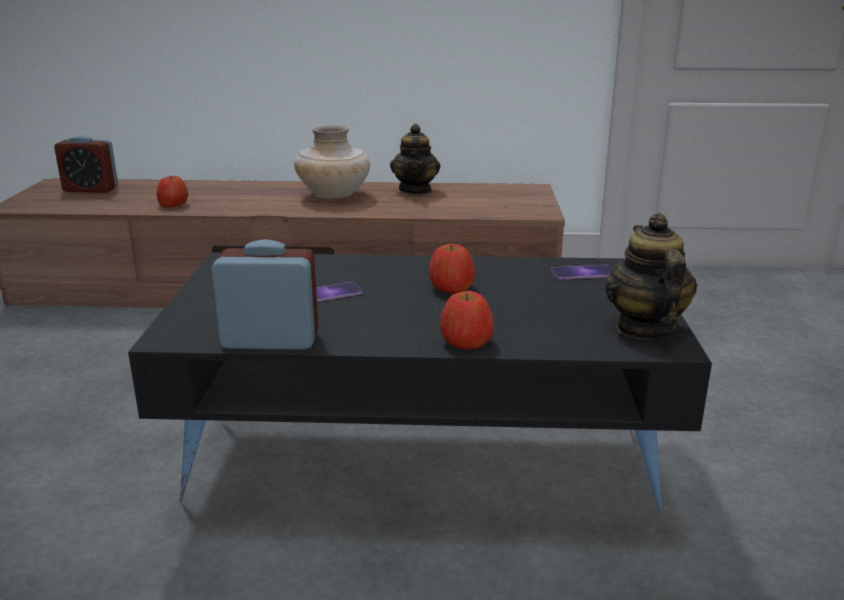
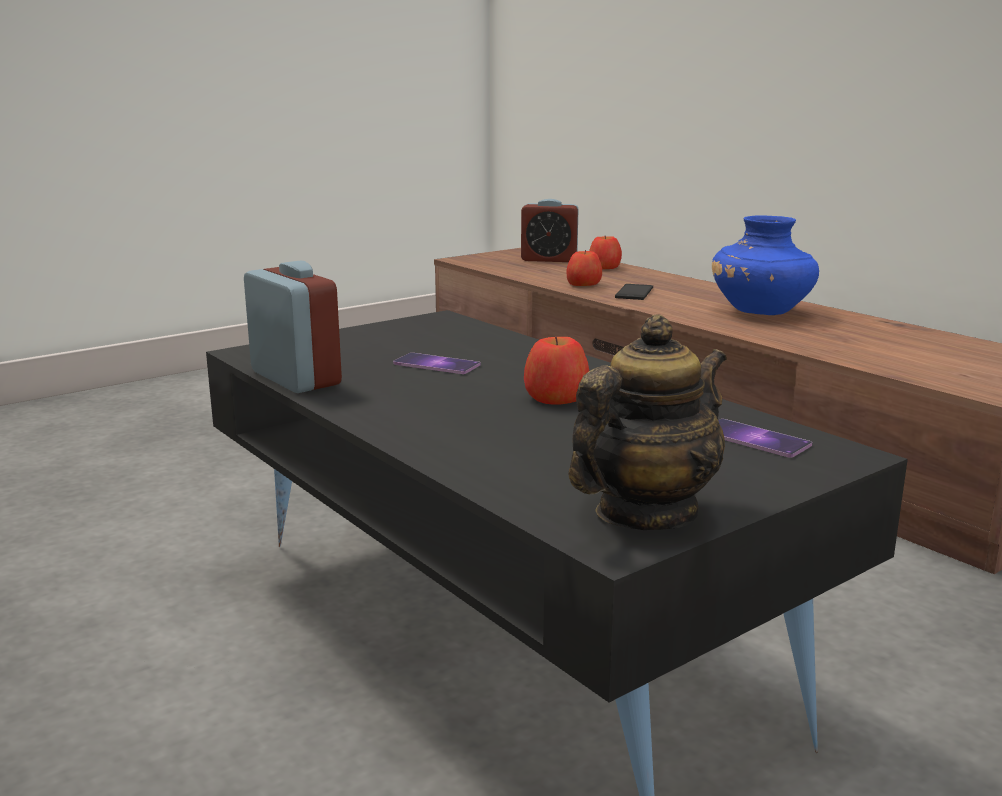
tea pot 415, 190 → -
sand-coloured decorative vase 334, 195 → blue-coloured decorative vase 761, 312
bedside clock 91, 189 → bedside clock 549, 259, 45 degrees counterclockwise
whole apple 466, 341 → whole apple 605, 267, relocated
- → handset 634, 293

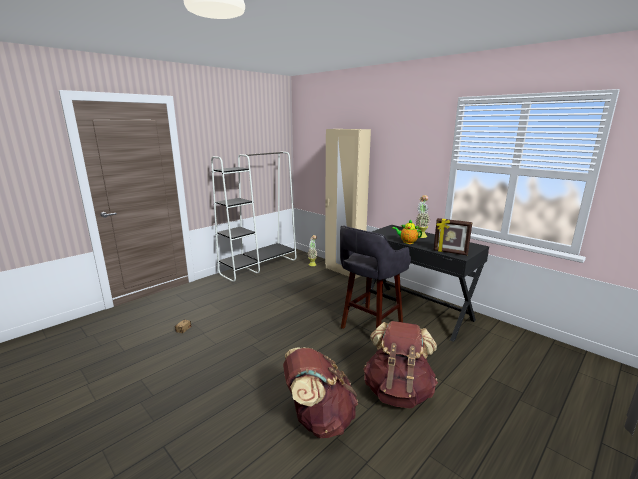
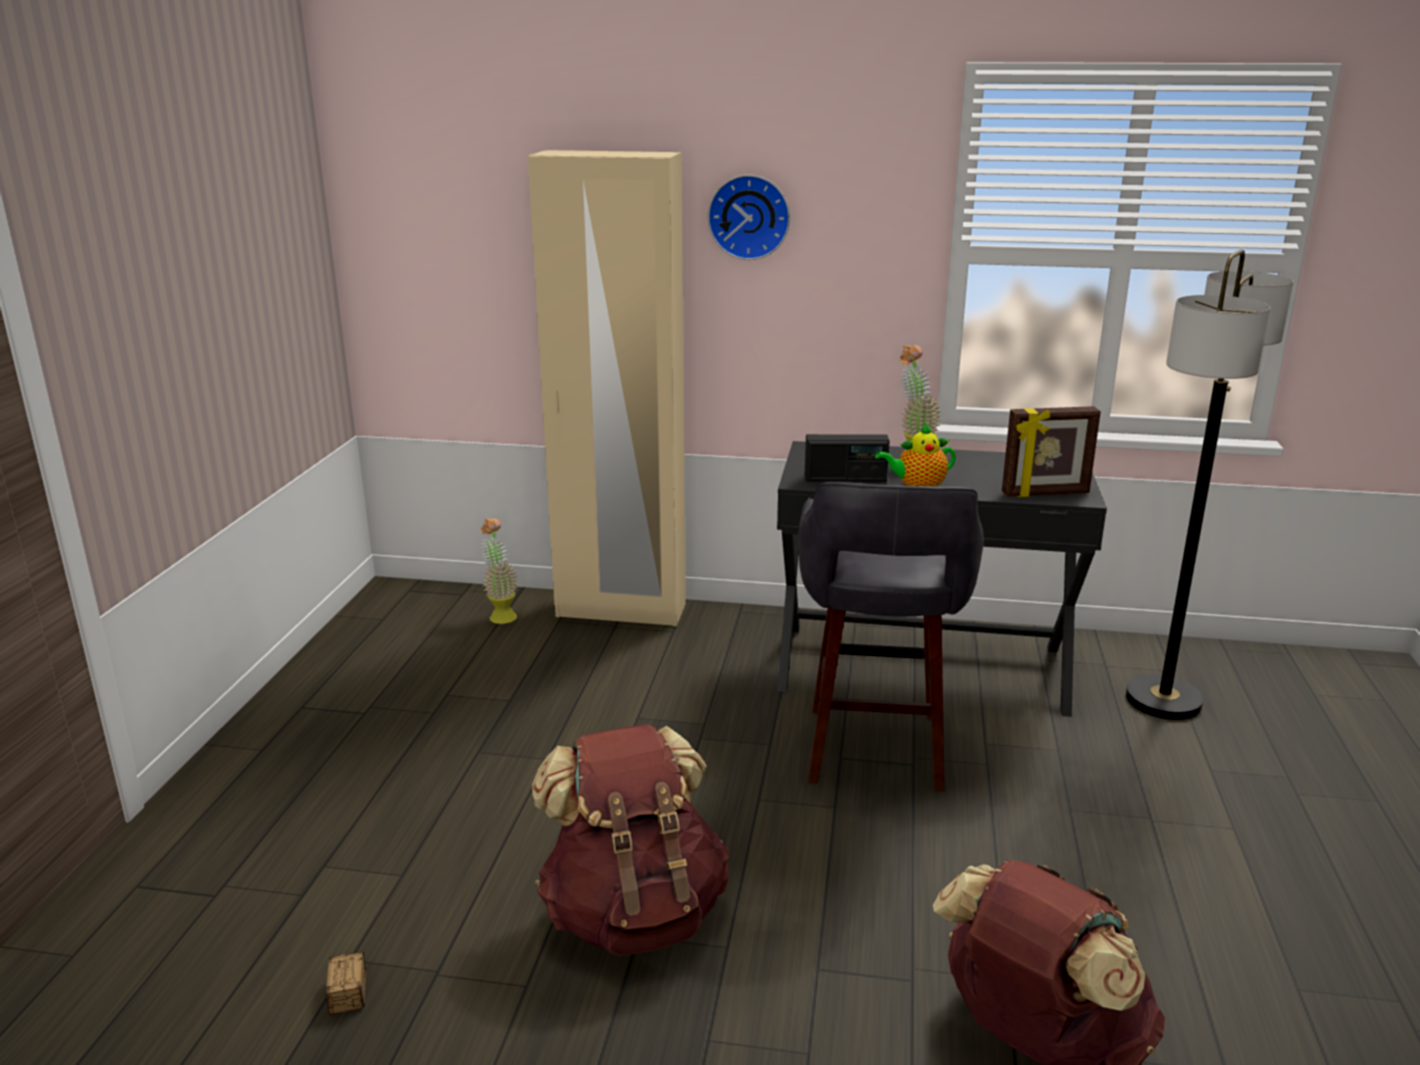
blackish garment stand 259, 267 → -
brown backpack 398, 392 → brown backpack 634, 913, relocated
- → hanging clock 749, 216
- → floor lamp 1163, 700
- → radio receiver 845, 479

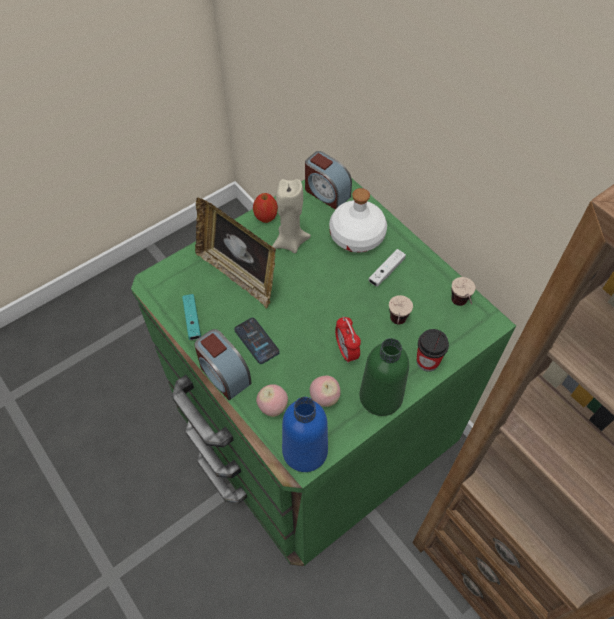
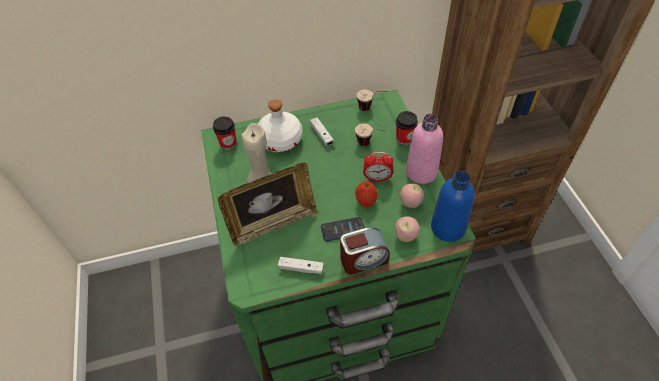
bedside clock 326, 193 → small cup 228, 144
whole apple 266, 217 → whole apple 366, 201, relocated
blue-green joypad 192, 320 → white joypad 301, 268
green-coloured bottle 380, 397 → pinkish bottle 421, 172

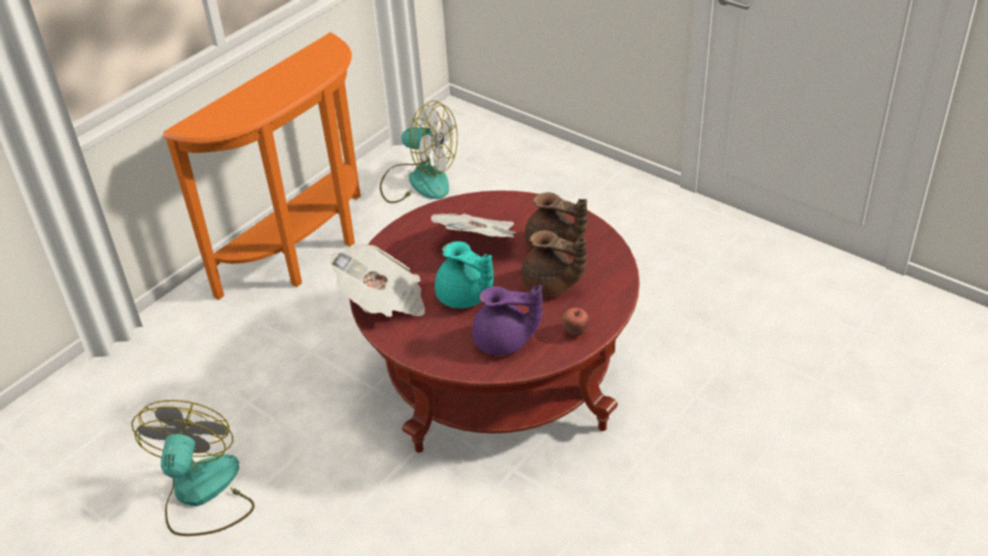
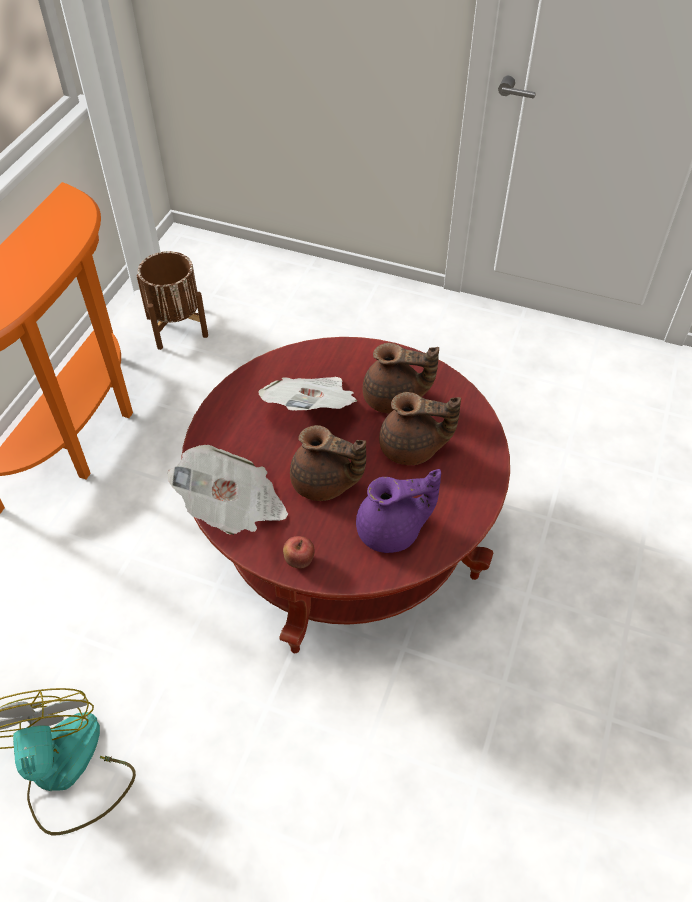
electric fan 418, 181 → brown flower pot 176, 326
blue-green tea pot 464, 298 → brown tea pot 324, 483
whole apple 575, 332 → whole apple 299, 561, relocated

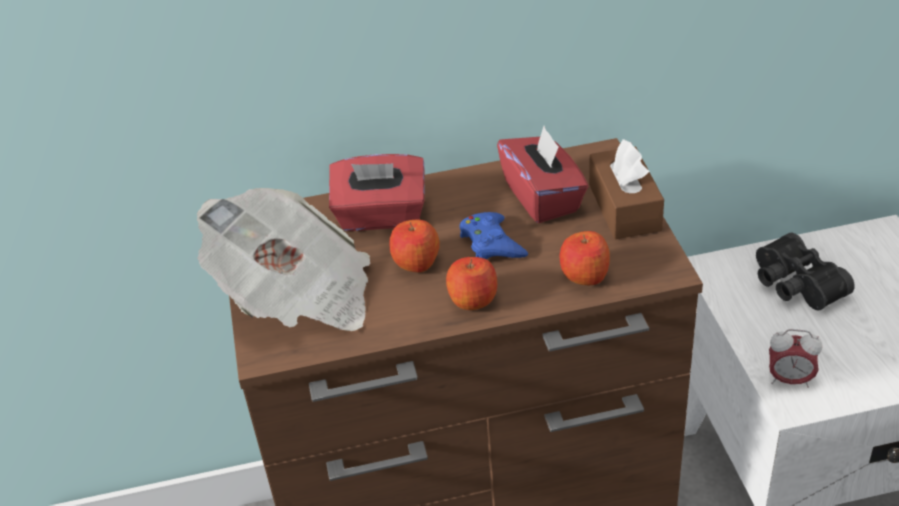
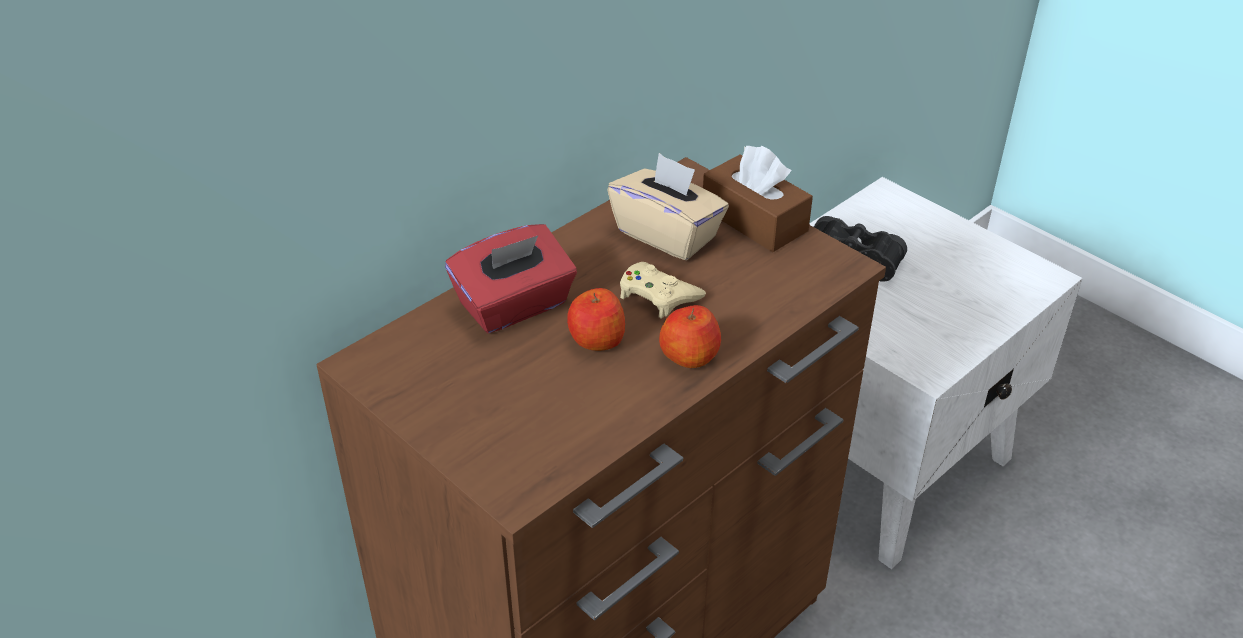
red tissue holder 543, 197 → sand-coloured tissue holder 667, 234
daily paper 296, 295 → -
blue-coloured joypad 491, 244 → sand-coloured joypad 658, 295
whole apple 584, 274 → -
bedside clock 789, 380 → -

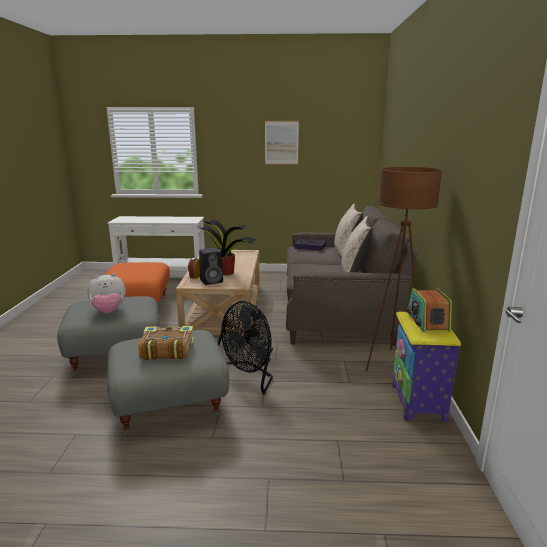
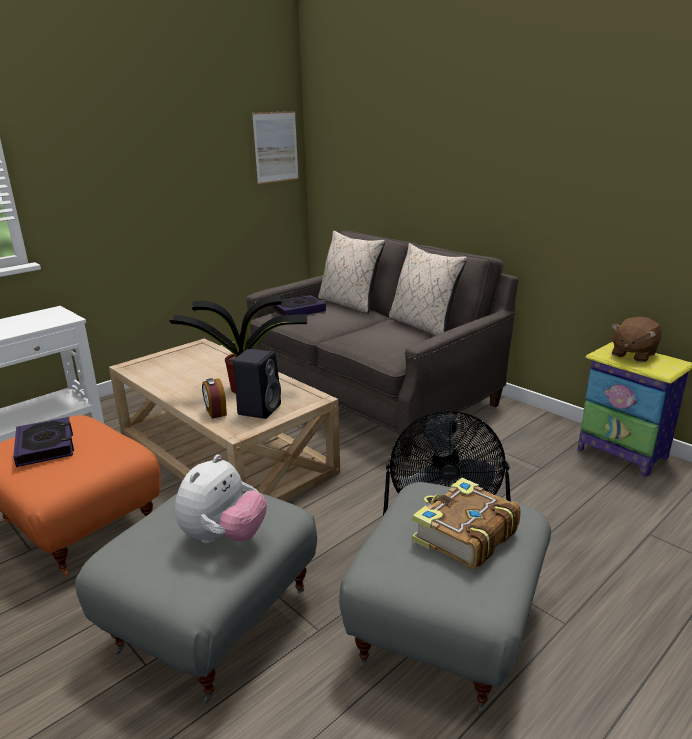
wall picture 281, 142 → wall picture 276, 147, relocated
brown floor lamp 392, 364 → -
radio receiver 427, 322 → brown soft toy 633, 354
- → book 45, 446

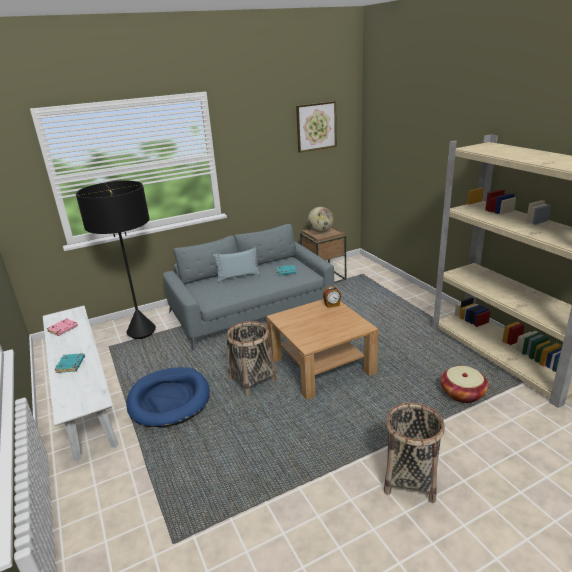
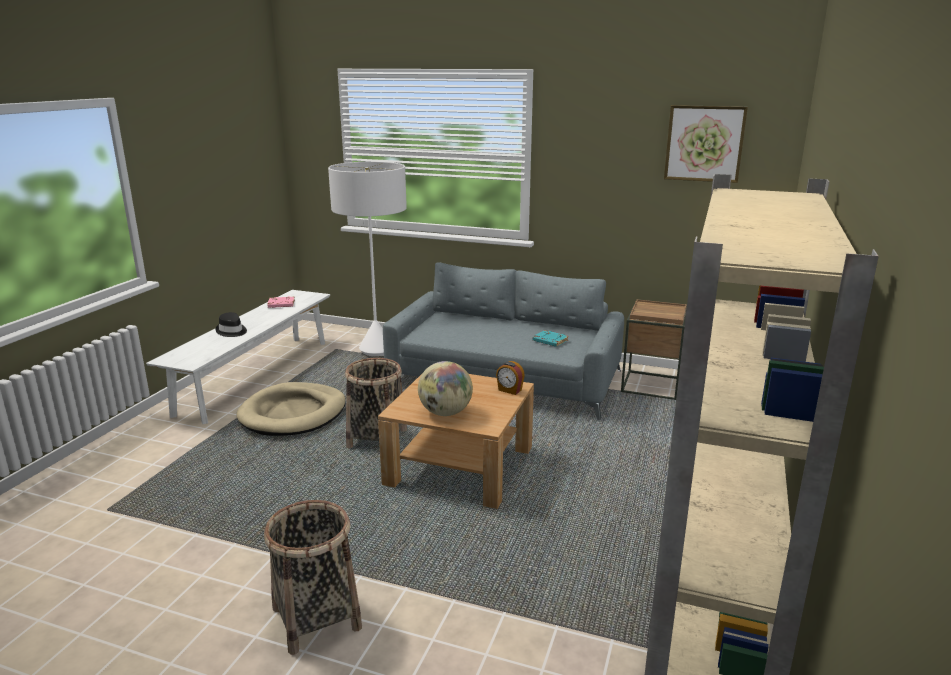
blackish floor lamp 142, 333 → white floor lamp 377, 351
globe 320, 231 → globe 445, 413, relocated
blue-coloured pillow 238, 277 → -
blue-green book 71, 365 → blackish clothing hat 231, 331
household basket 462, 393 → -
blue-coloured dog bed 169, 399 → sand-coloured dog bed 293, 413

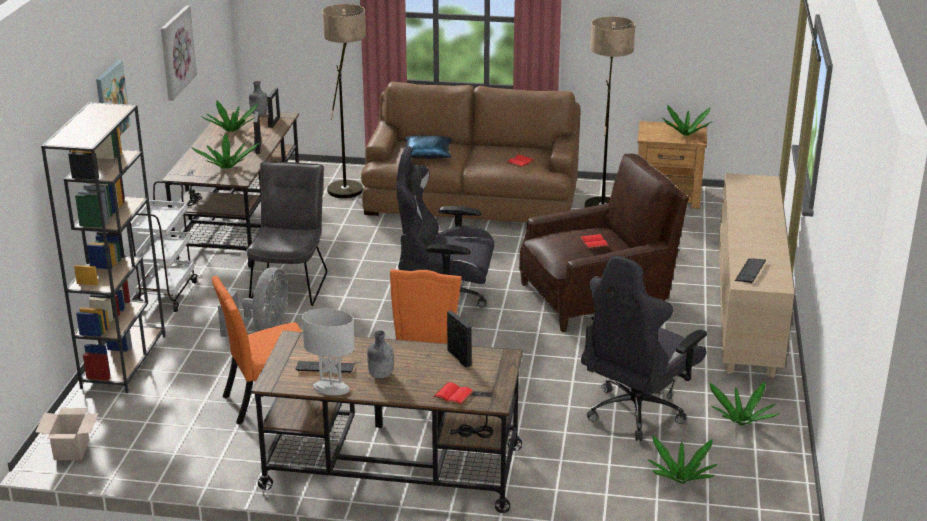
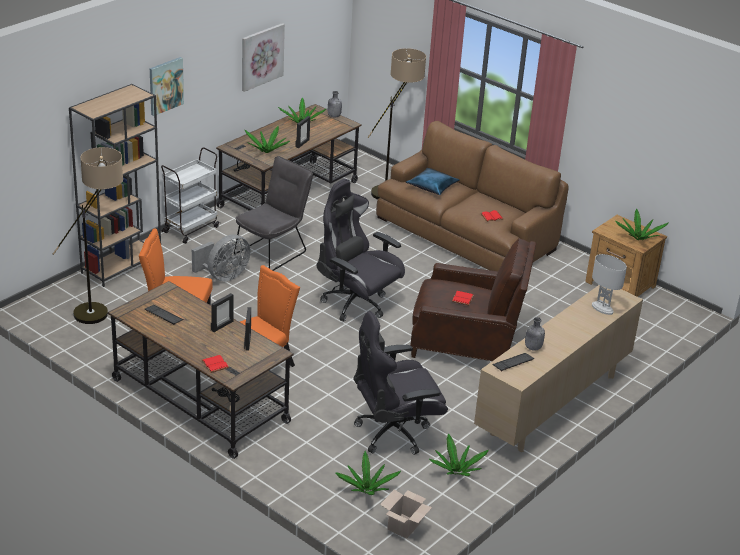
floor lamp 603, 201 → floor lamp 101, 308, relocated
photo frame 274, 122 → photo frame 222, 325, relocated
white table lamp 331, 389 → white table lamp 602, 308, relocated
grey bottle 380, 375 → grey bottle 532, 348, relocated
packing box 72, 450 → packing box 404, 527, relocated

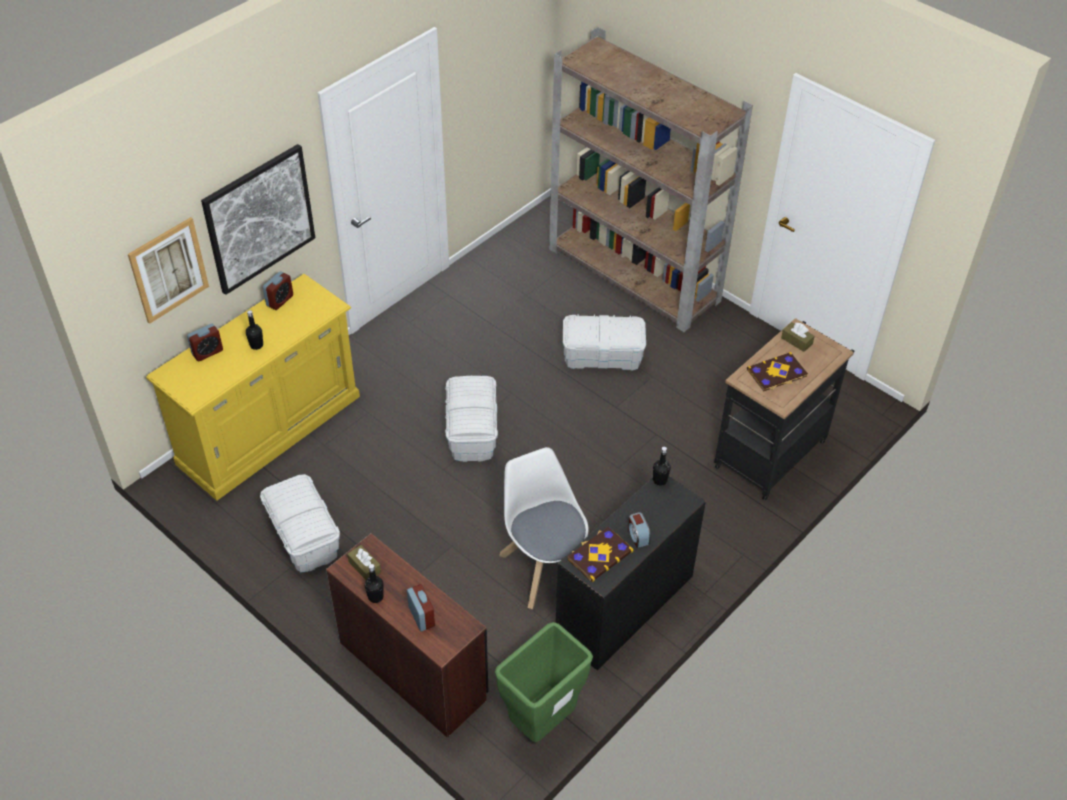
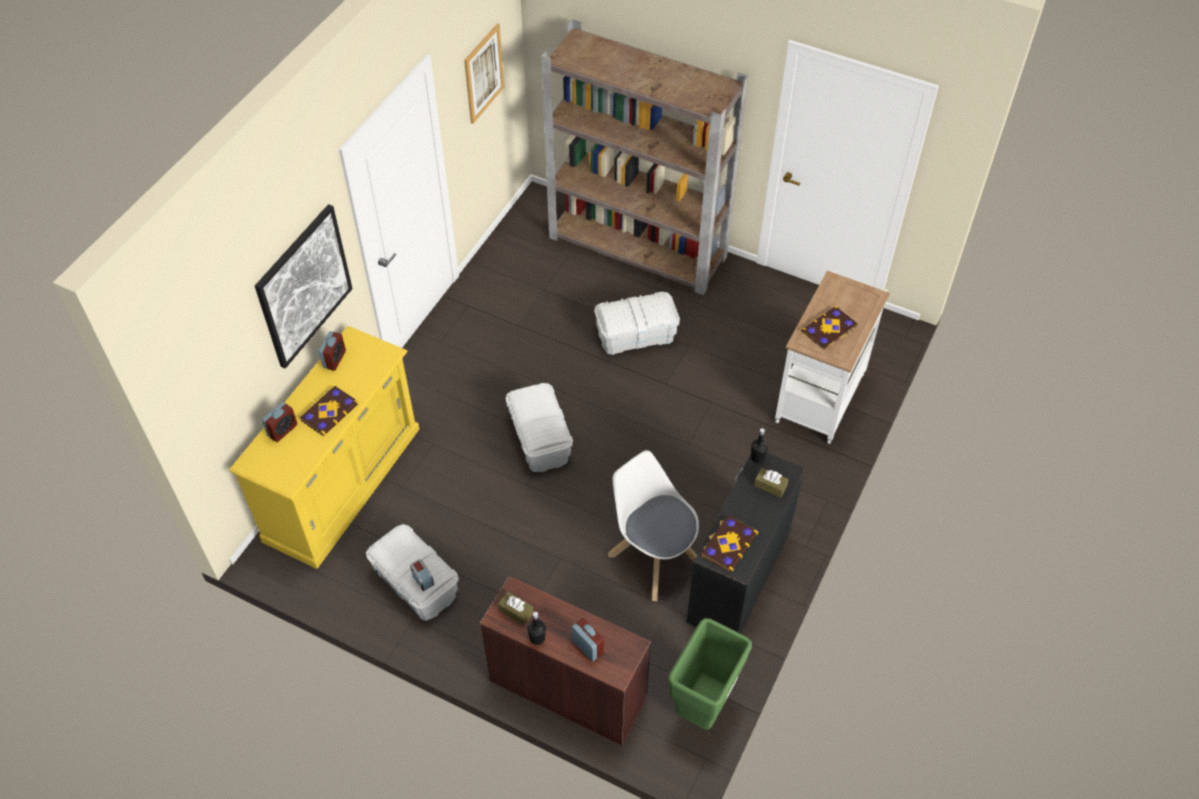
wall picture 168, 270 → wall picture 483, 73, relocated
blackish bottle 256, 345 → book 329, 411
blackish wheeled cart 772, 452 → white wheeled cart 821, 395
brown tissue holder 796, 341 → brown tissue holder 770, 486, relocated
bedside clock 638, 536 → bedside clock 422, 579, relocated

